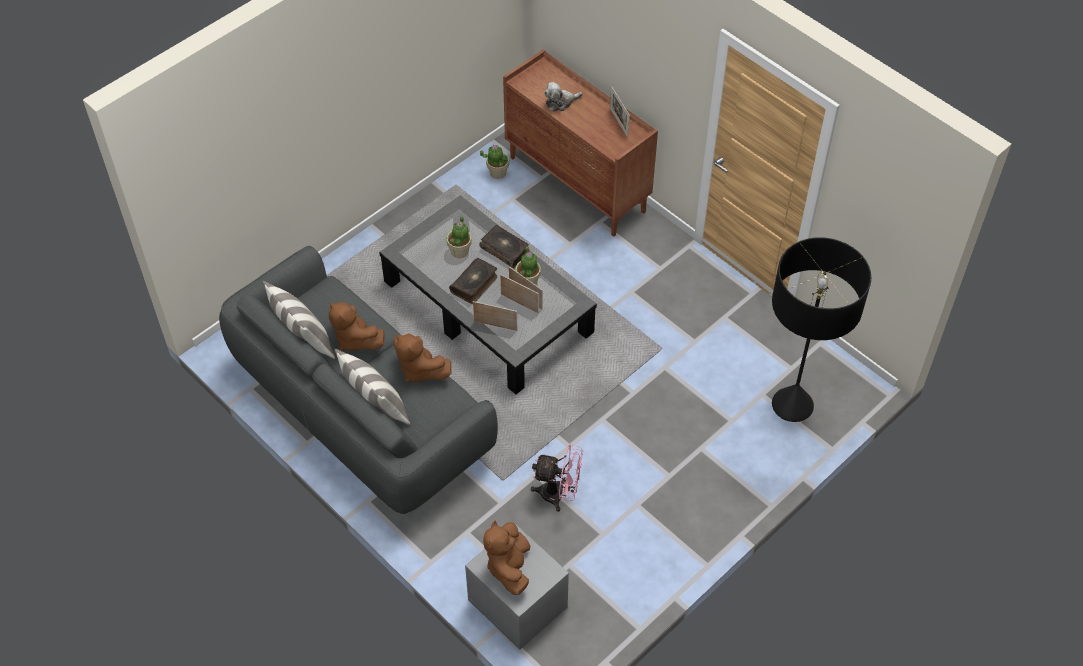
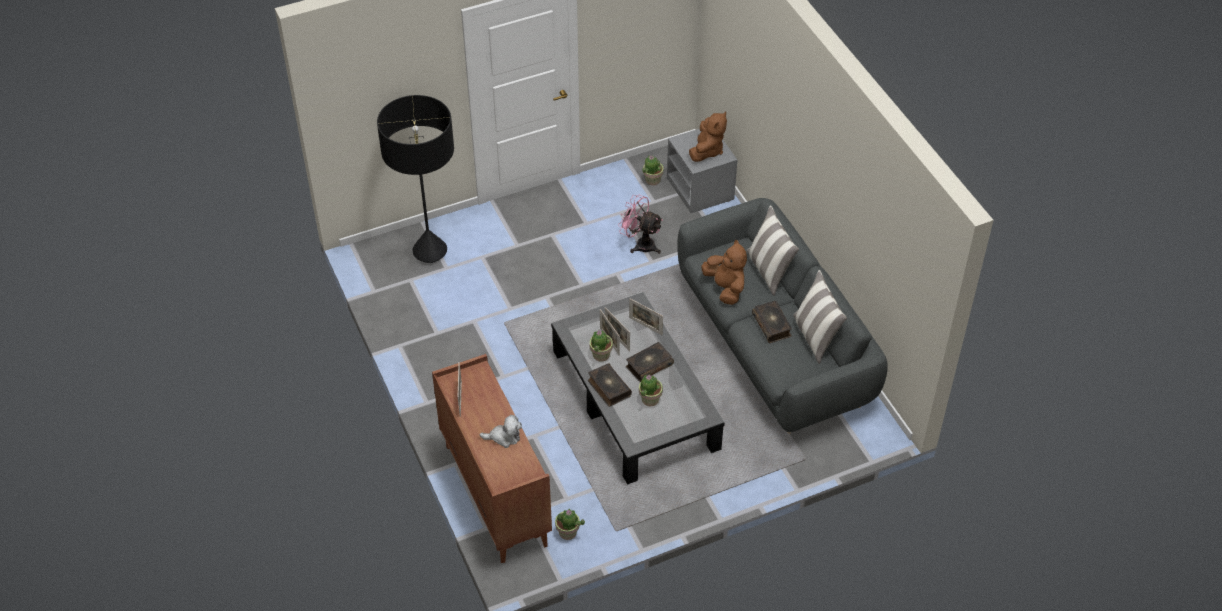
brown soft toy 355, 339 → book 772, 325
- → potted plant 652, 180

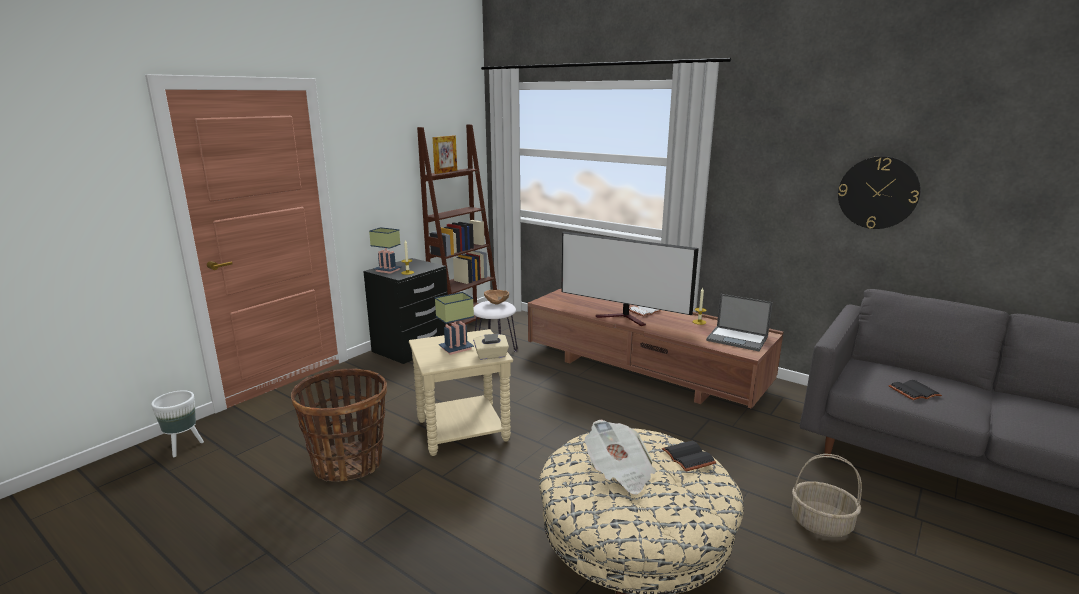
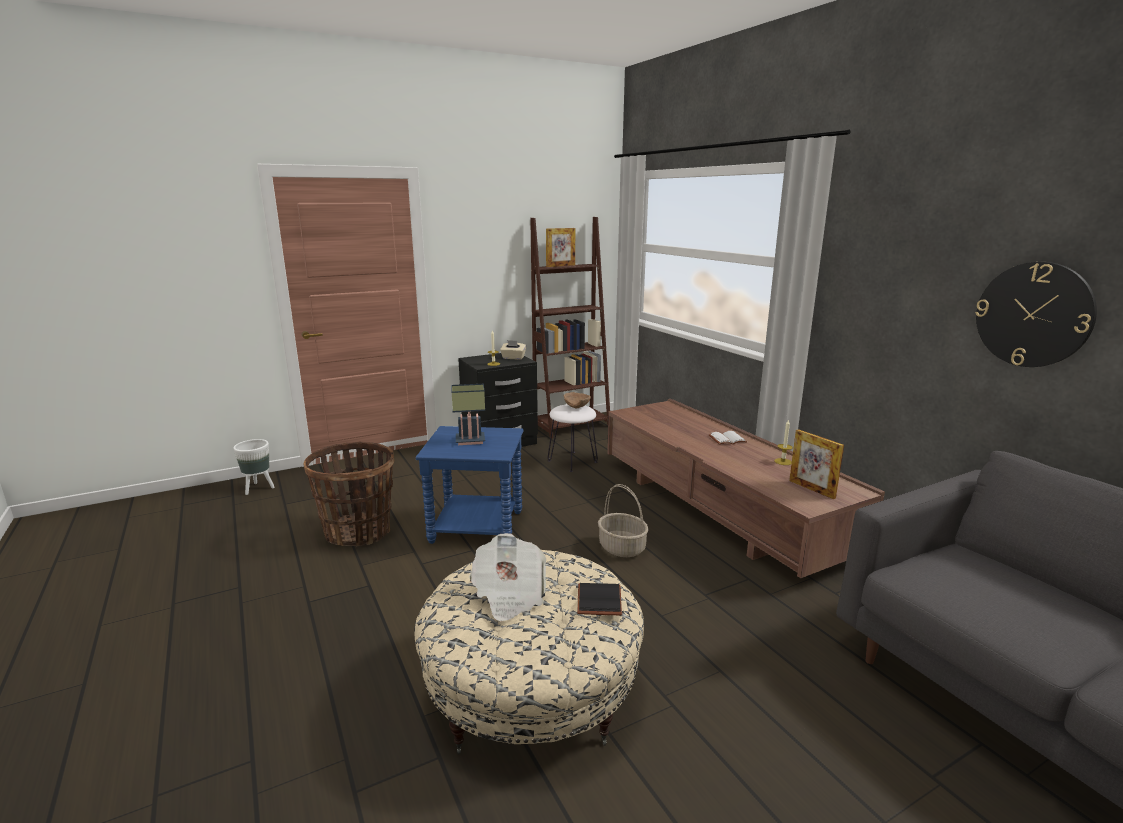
table lamp 386, 270 → -
TV set 624, 318 → -
notebook computer 738, 339 → photo frame 811, 489
sand-coloured accent table 463, 430 → blue-coloured accent table 477, 527
sand-coloured tissue holder 491, 356 → sand-coloured tissue holder 513, 358, relocated
blackish book 914, 392 → -
household basket 821, 523 → household basket 622, 548, relocated

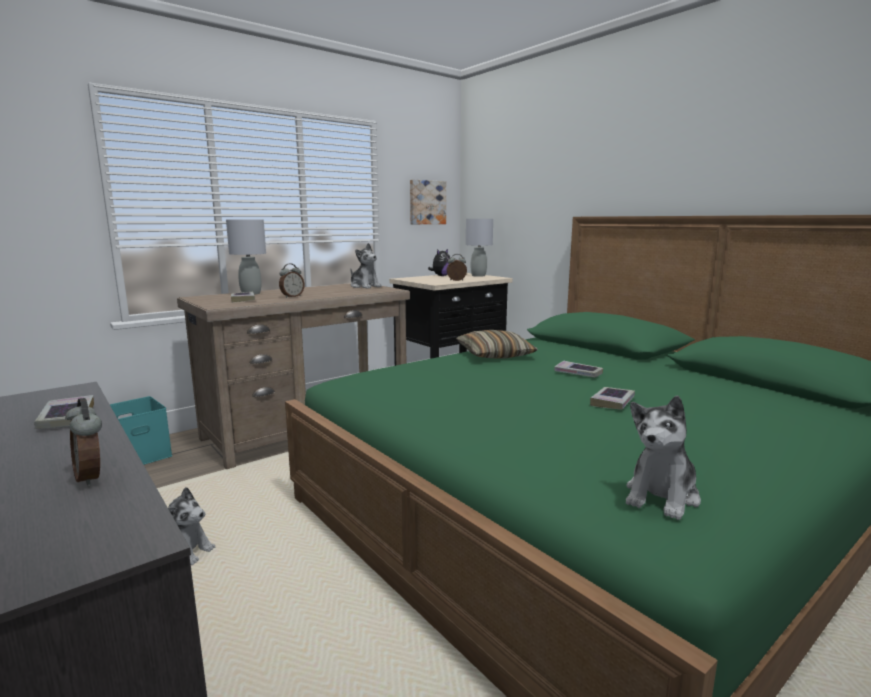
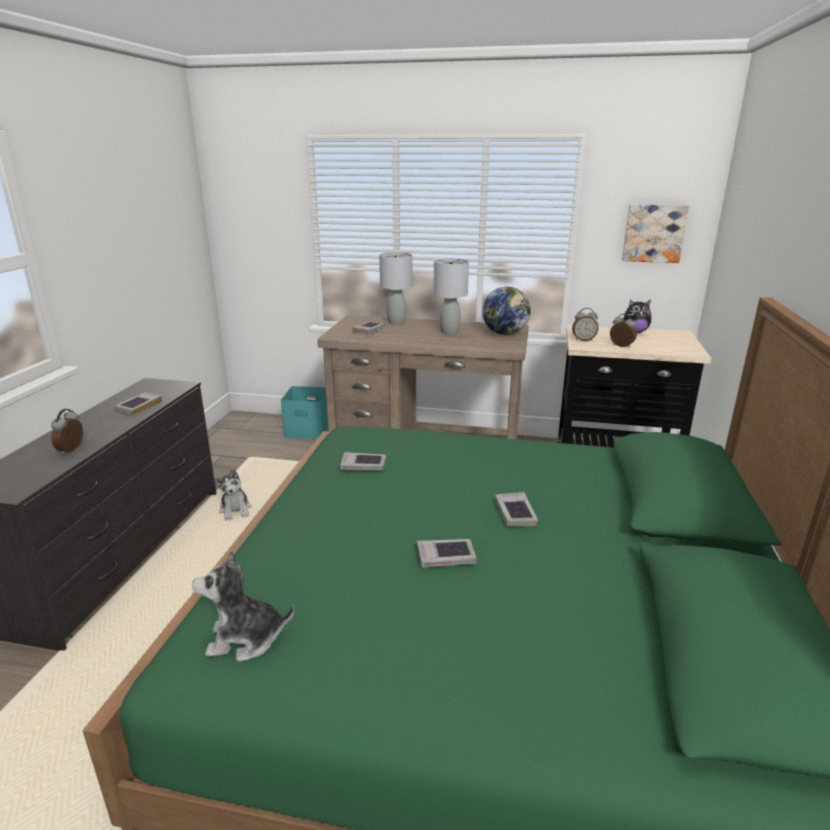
grey table lamp 478, 275 → grey table lamp 449, 332, relocated
soft toy 365, 286 → globe 505, 333
bedside clock 292, 297 → bedside clock 583, 340, relocated
pillow 494, 355 → -
- → book 363, 465

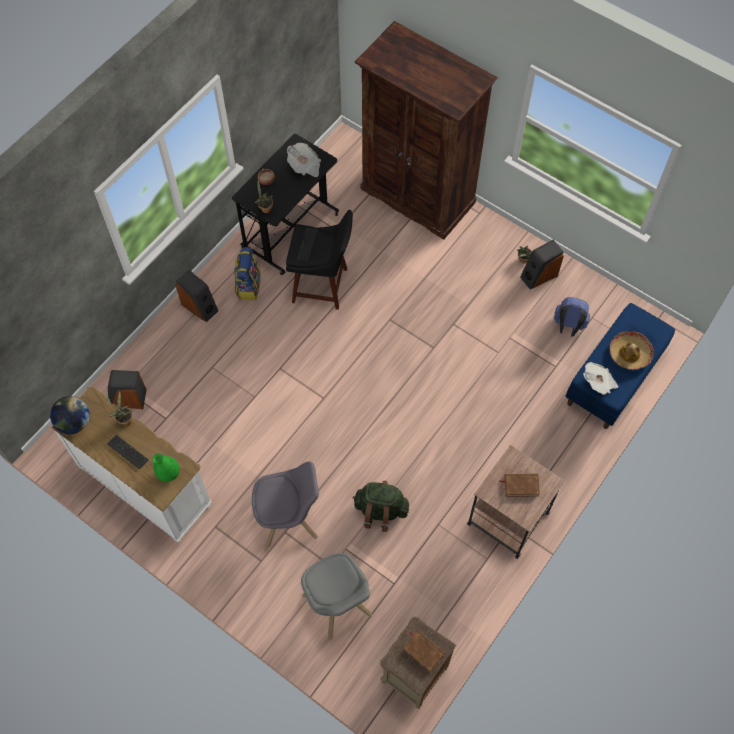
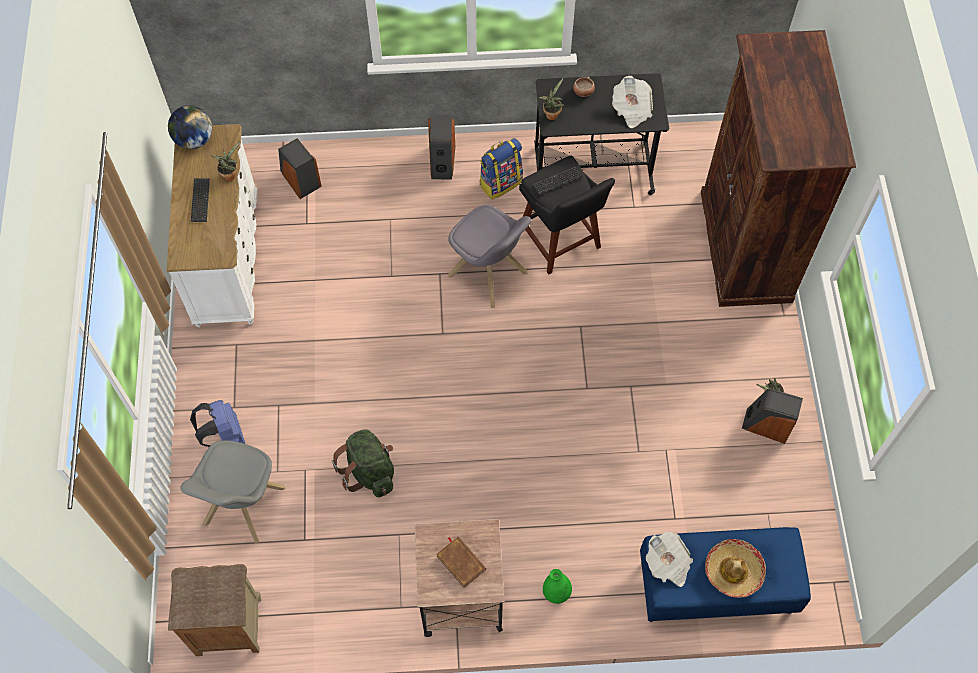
blue-coloured backpack 568, 326 → blue-coloured backpack 225, 436, relocated
green-coloured decorative vase 169, 473 → green-coloured decorative vase 556, 592, relocated
grey chair 289, 520 → grey chair 488, 274, relocated
brown book 424, 651 → -

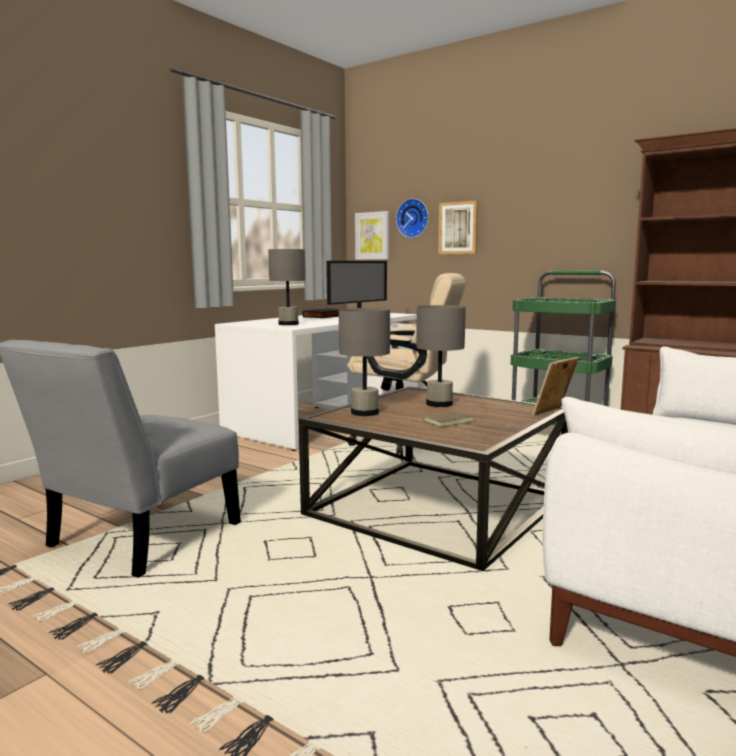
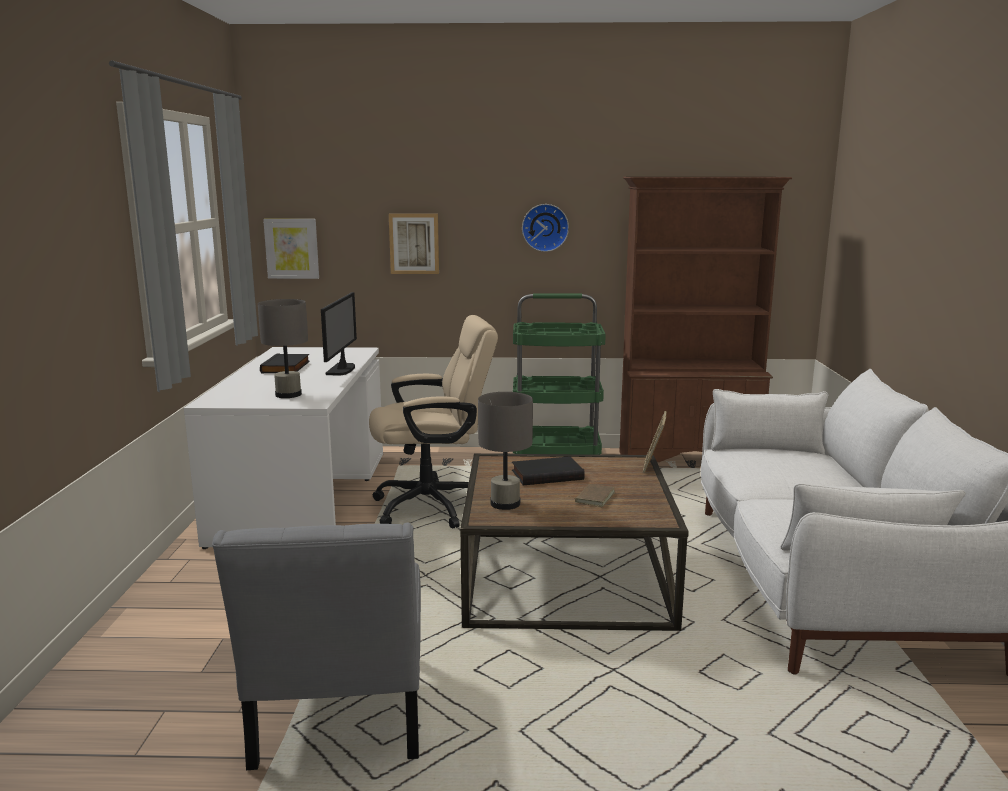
hanging clock 413, 218 → hanging clock 545, 227, relocated
grey table lamp 440, 404 → blackish book 547, 474

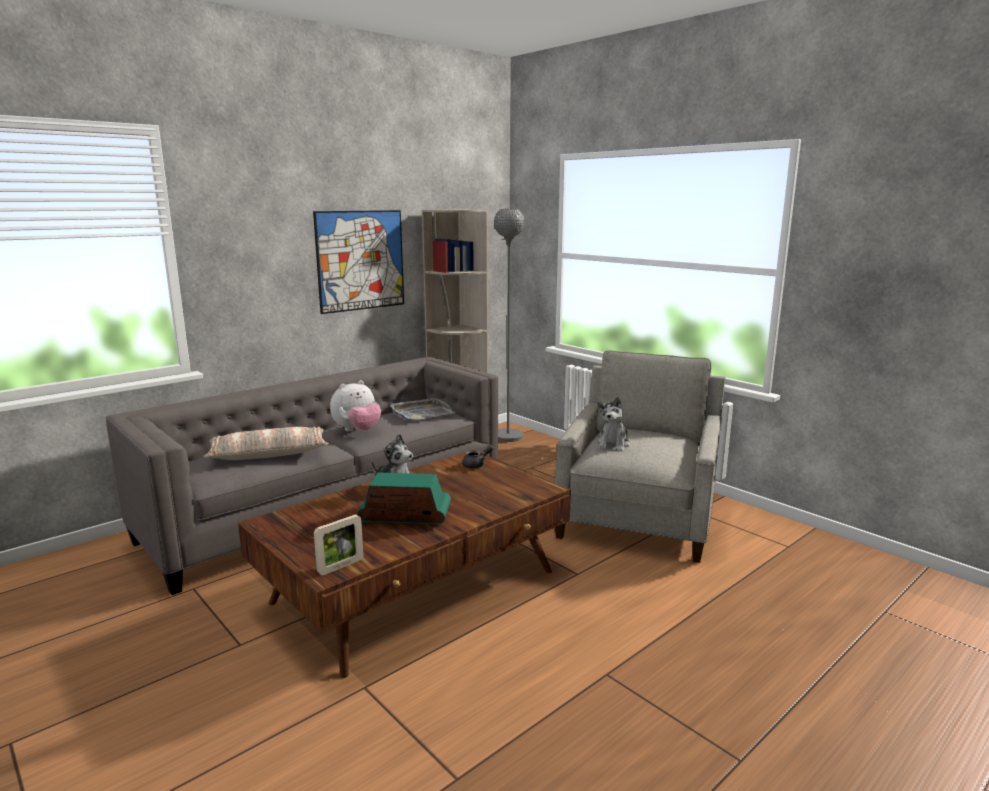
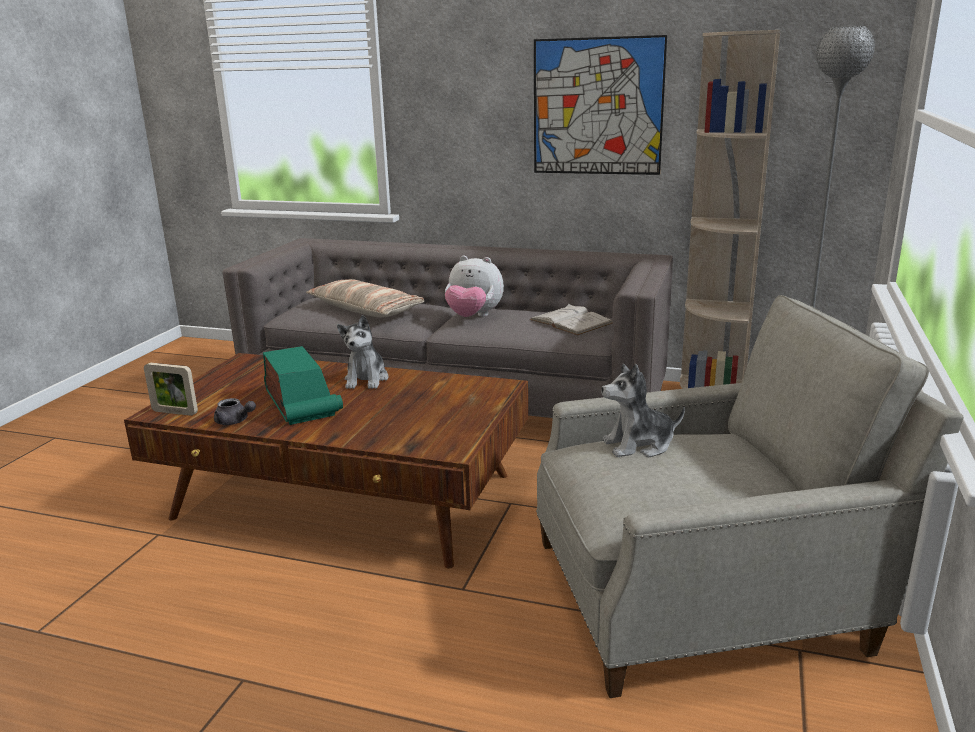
grey serving tray 421, 412 → white book 571, 321
grey tea pot 477, 465 → grey tea pot 235, 422, relocated

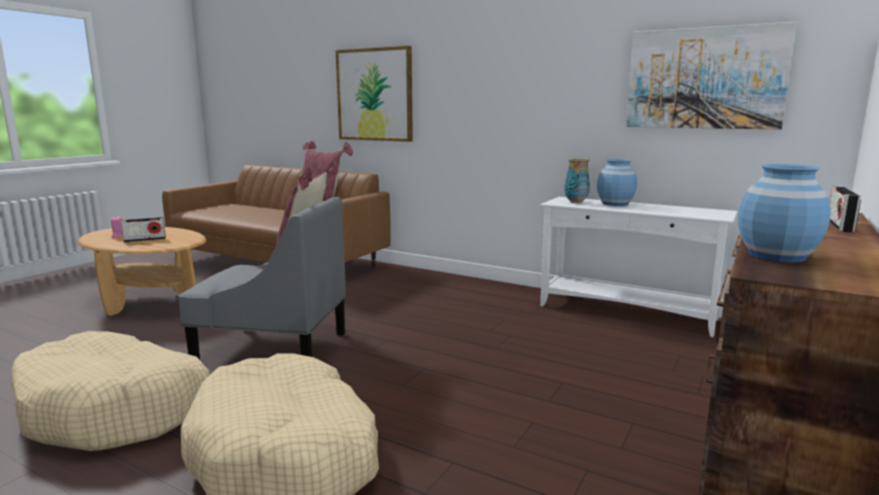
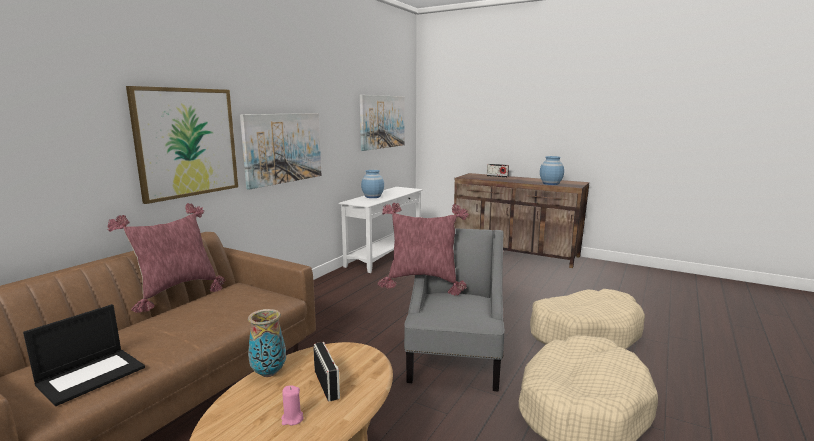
decorative vase 576, 202 → decorative vase 269, 372, relocated
- → wall picture 283, 148
- → notebook computer 92, 375

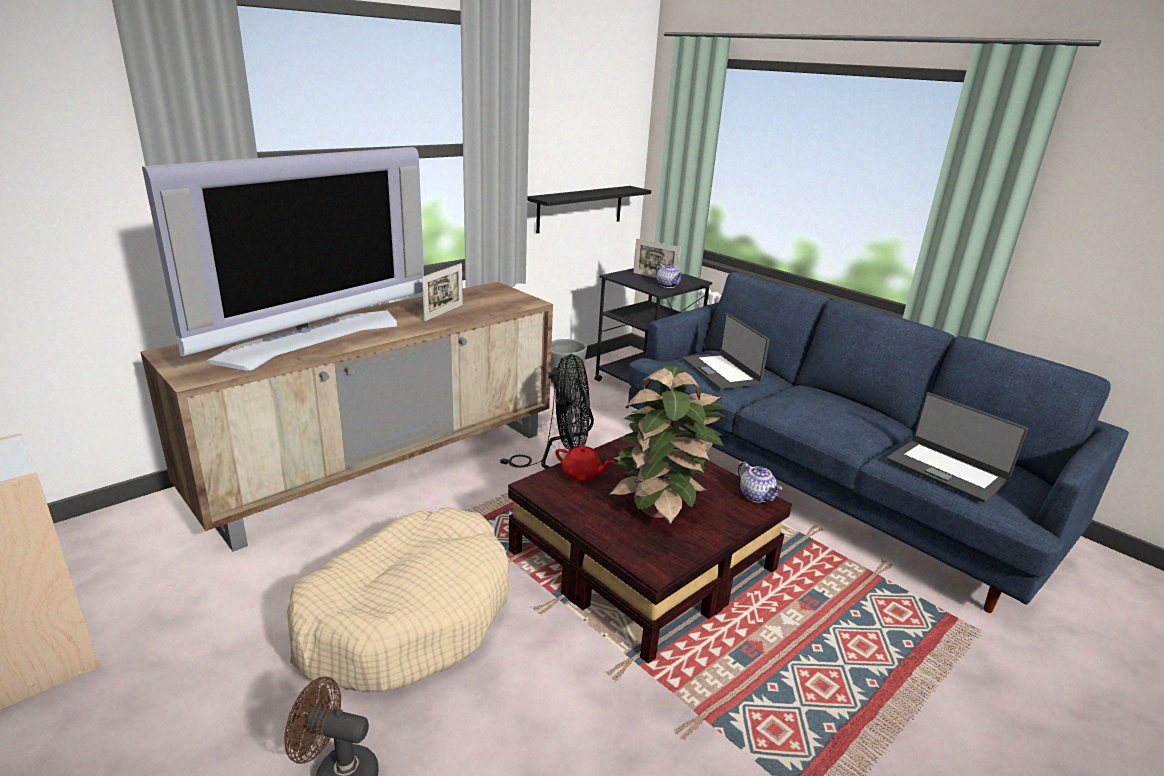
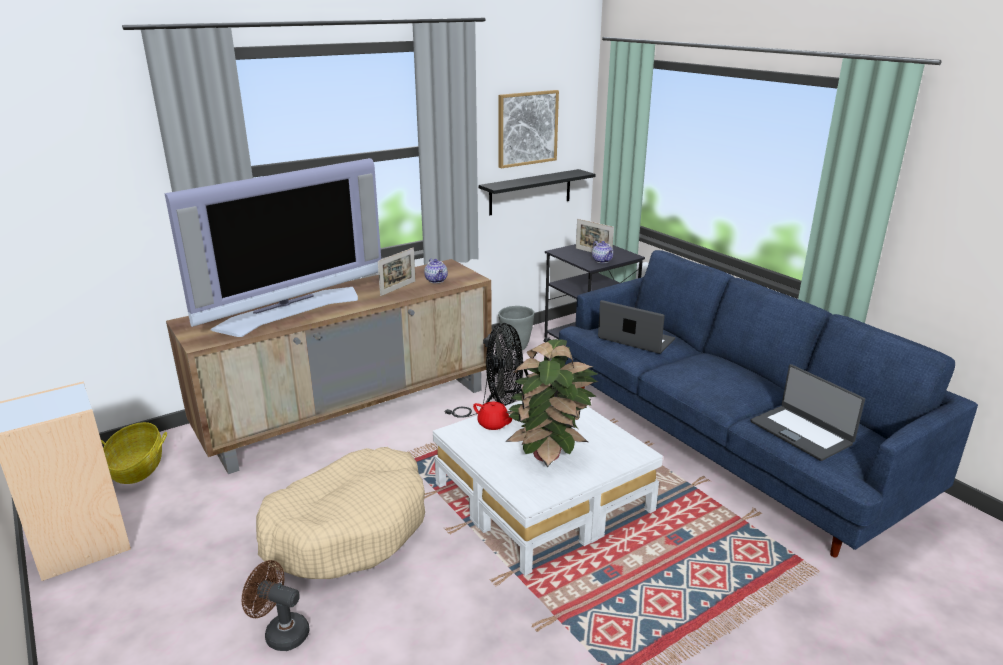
notebook computer 721, 371 → notebook computer 635, 339, 135 degrees clockwise
brown low table 644, 560 → white low table 544, 497
tea pot 757, 496 → tea pot 437, 280, relocated
- → wall picture 527, 128
- → household basket 137, 468

